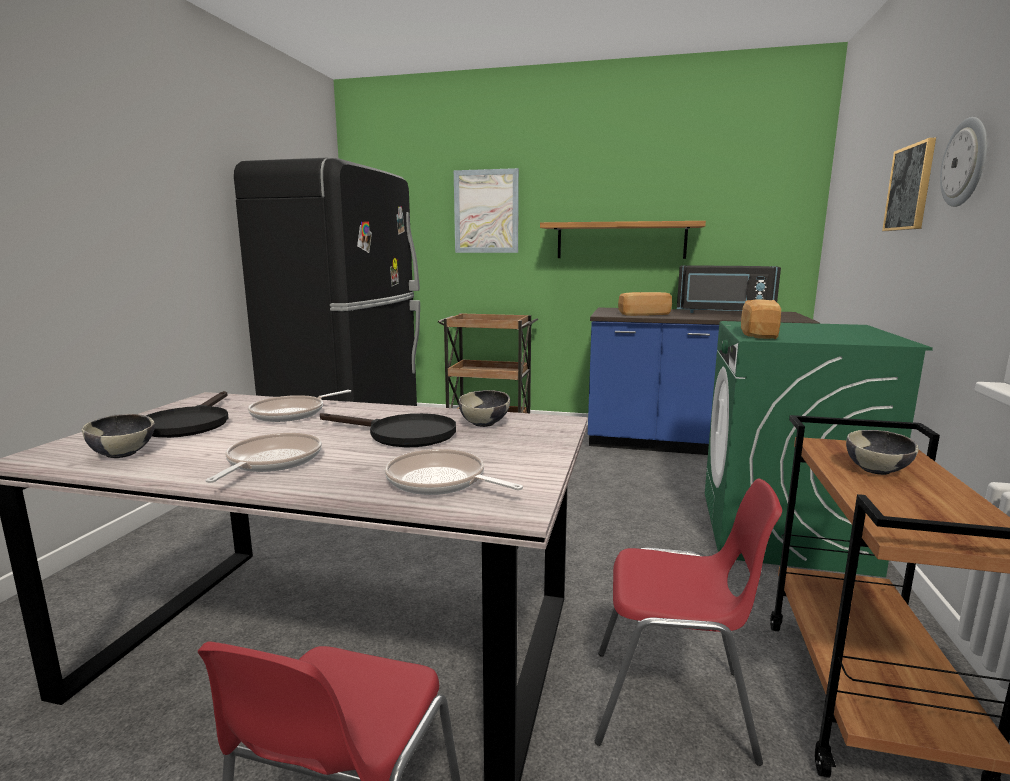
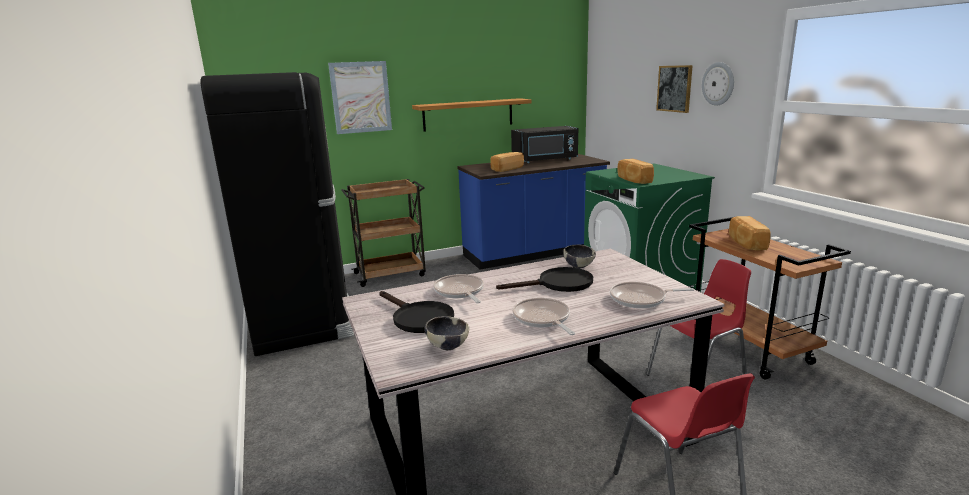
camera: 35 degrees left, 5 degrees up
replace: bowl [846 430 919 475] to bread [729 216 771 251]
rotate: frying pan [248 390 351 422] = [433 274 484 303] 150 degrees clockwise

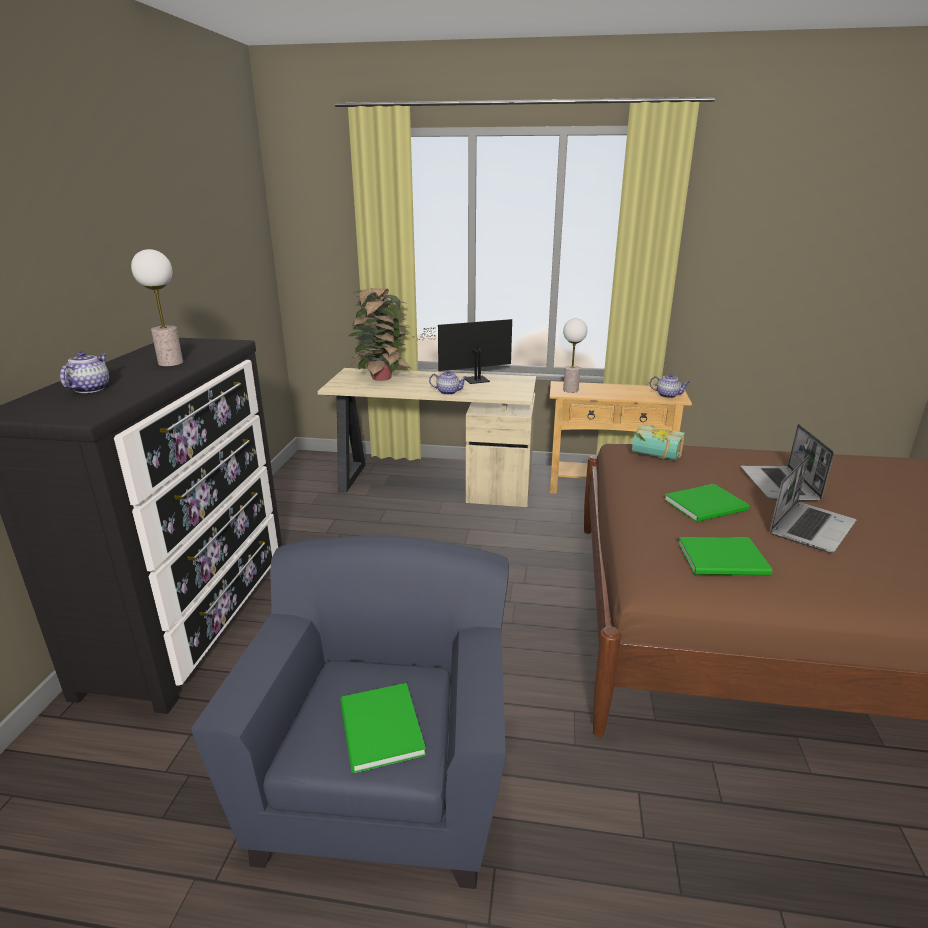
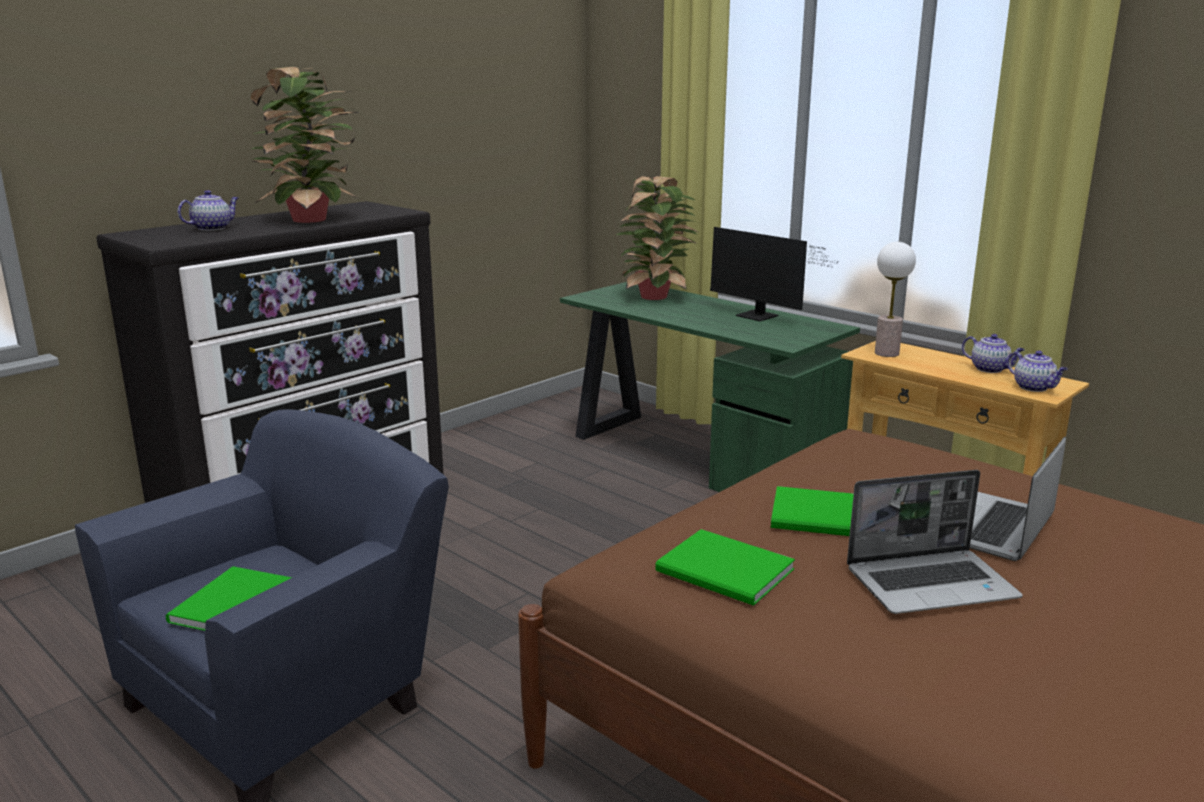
camera: 35 degrees right, 5 degrees down
delete: book [632 425 685 460]
move: teapot [429 370 467 395] to [962 334 1025 373]
replace: table lamp [131 249 183 367] to potted plant [250 67 360 223]
recolor: desk (beige) [318 368 536 507] to desk (green) [560 282 860 492]
rotate: monitor [413 319 512 384] = [710 227 839 321] 150 degrees counterclockwise

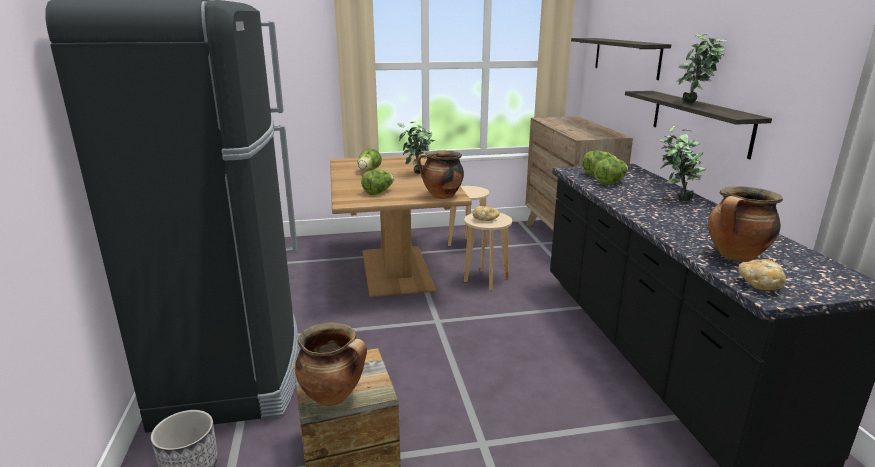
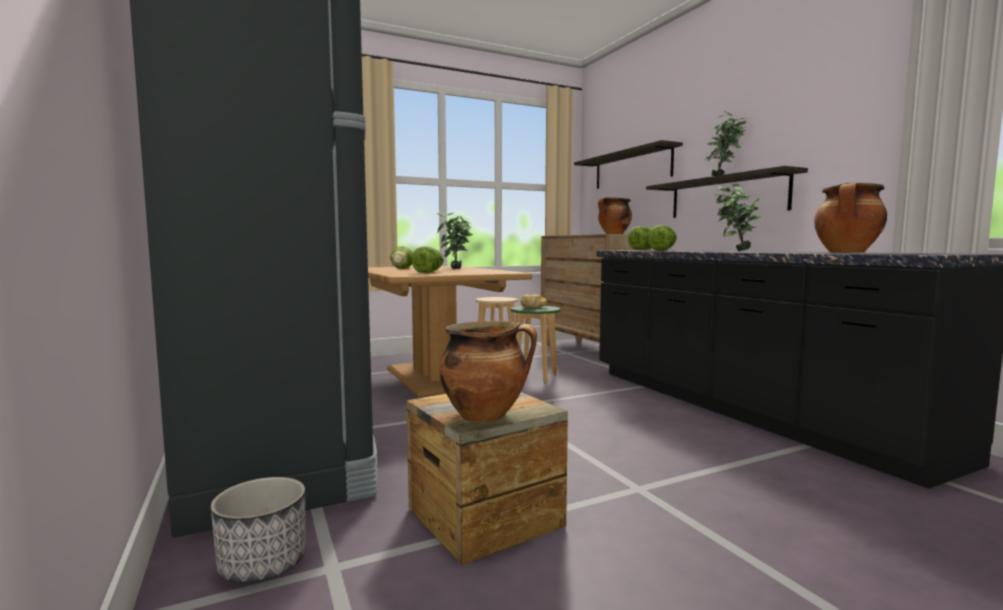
camera: 15 degrees left, 15 degrees down
delete: bread [738 259 786 291]
move: cooking pot [417 150 464 199] to [598 197 632 234]
recolor: stool (beige) [464 213 512 291] to stool (green) [511 306 560 383]

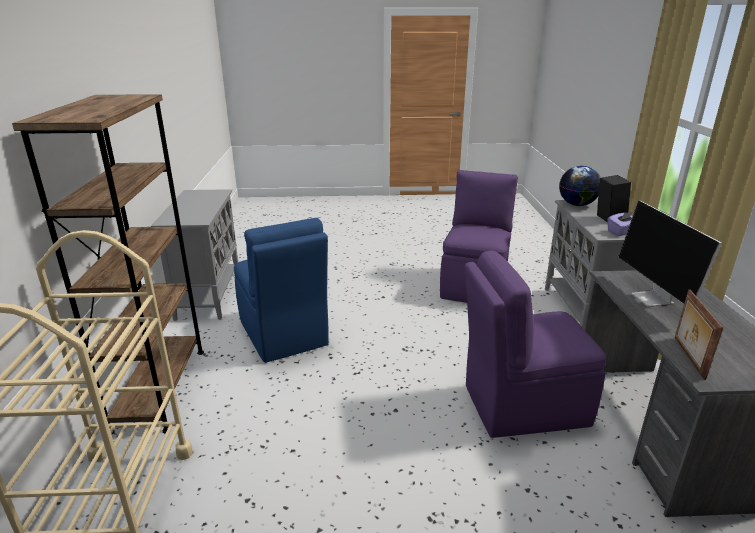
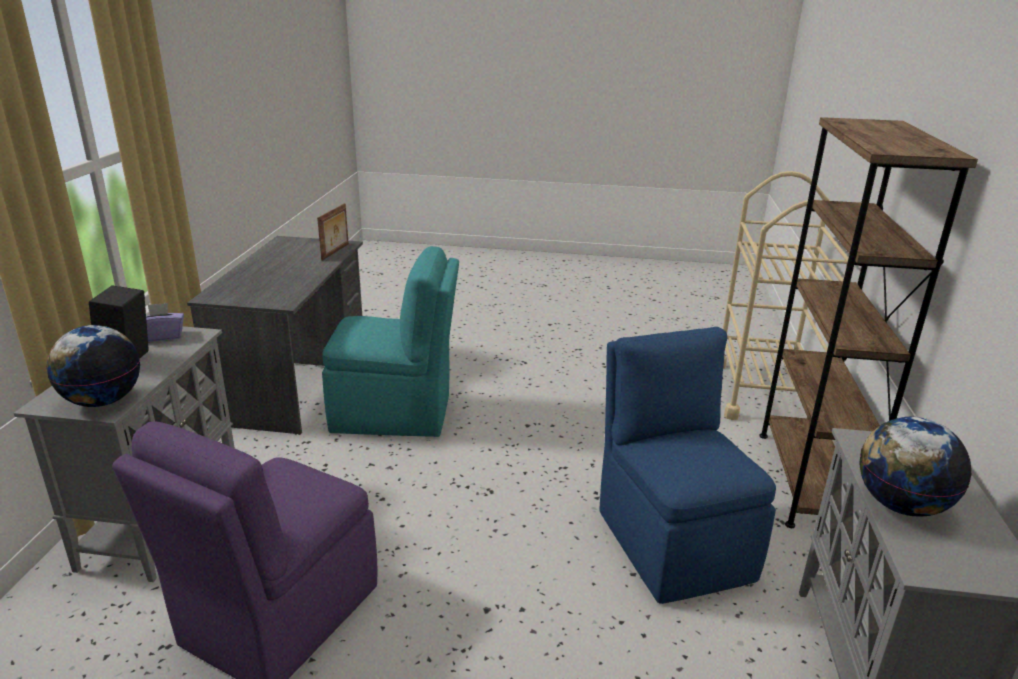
camera: 170 degrees left, 0 degrees up
delete: monitor [618 201 722 307]
insert: globe [859 417 971 516]
recolor: chair (purple) [465 250 606 438] to chair (turquoise) [322 246 459 437]

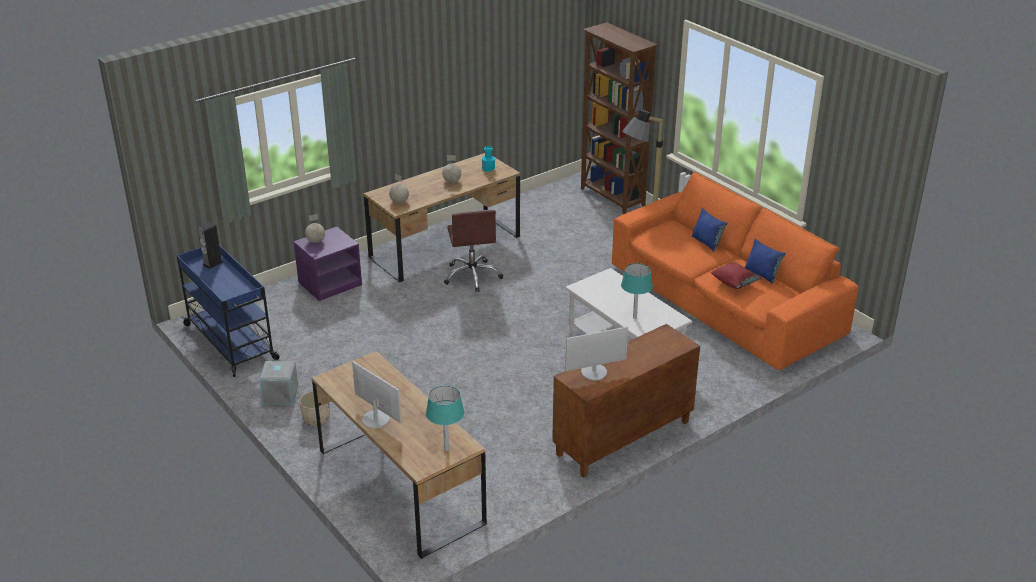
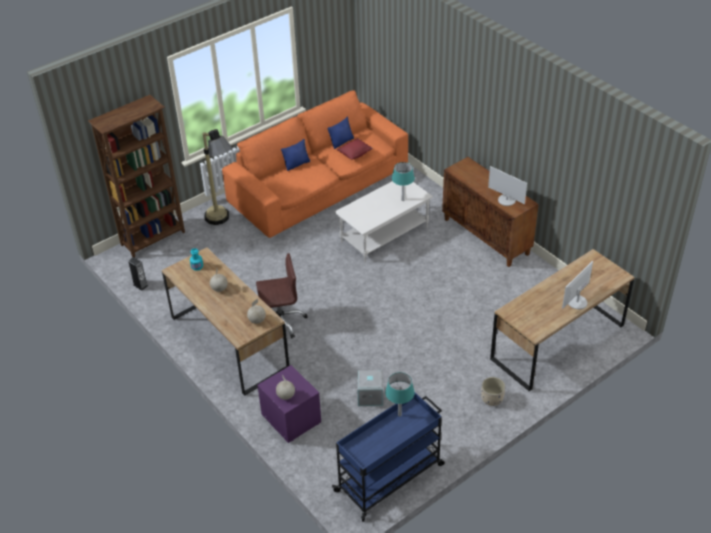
camera: 90 degrees left, 10 degrees up
move: speaker [198 222 223 269] to [128 257 148 291]; storage box (grey) [259 360 298 405] to [356 370 385 406]; table lamp (turquoise) [426 386 464 451] to [385 372 415 417]
rotate: monitor [565 327 628 381] = [488 166 527 206] 150 degrees clockwise

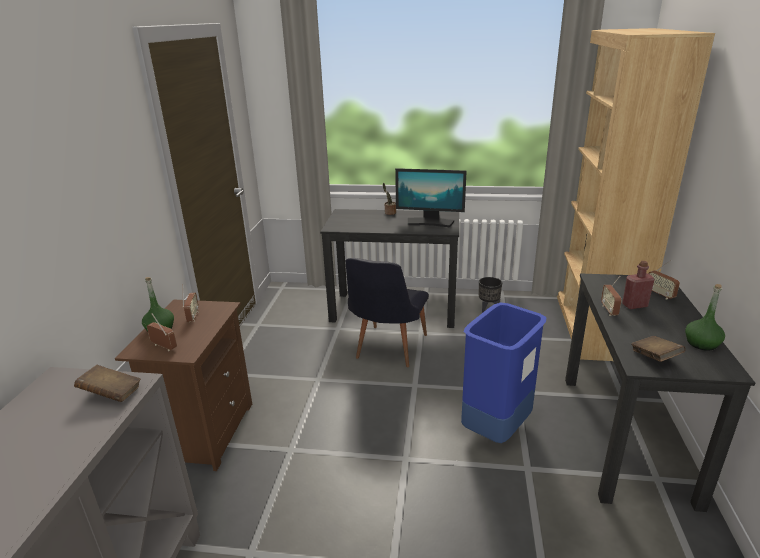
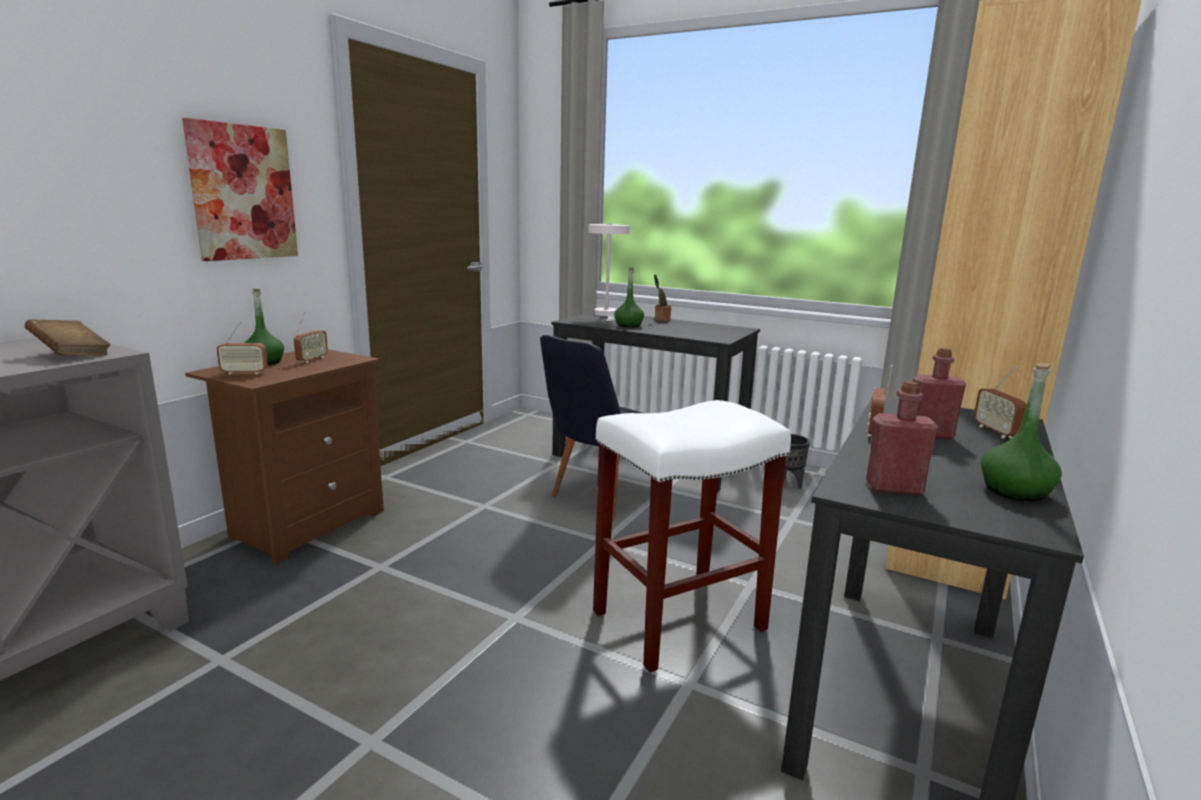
camera: 20 degrees right, 10 degrees down
delete: monitor [395 168 467 227]
insert: picture [182 118 298 261]; table lamp (white) [589 223 630 321]; bottle (green) [614 268 644 327]
replace: trash can (blue) [461 302 546 443] to stool (white) [593 400 791 673]; book (brown) [631 336 686 362] to bottle (red) [866 381 938 495]
rotate: radio [147 314 177 351] = [216 321 268 375] 120 degrees clockwise

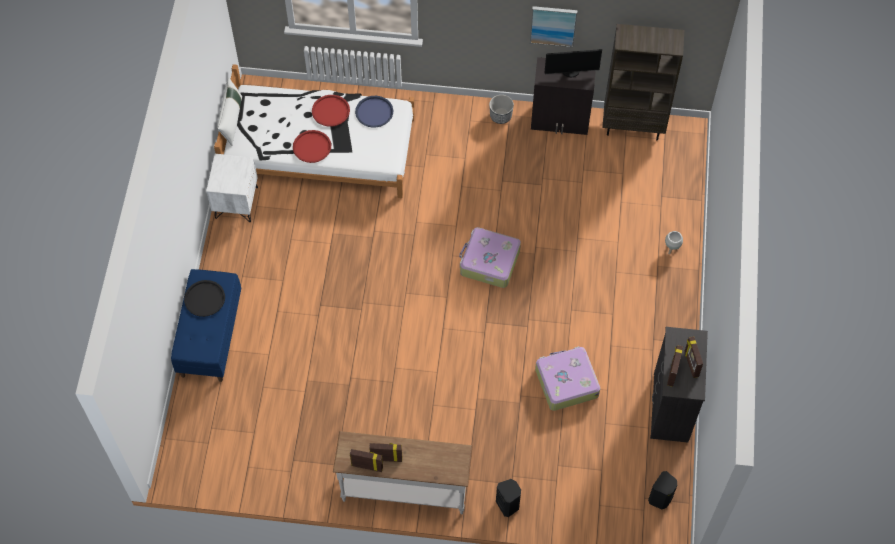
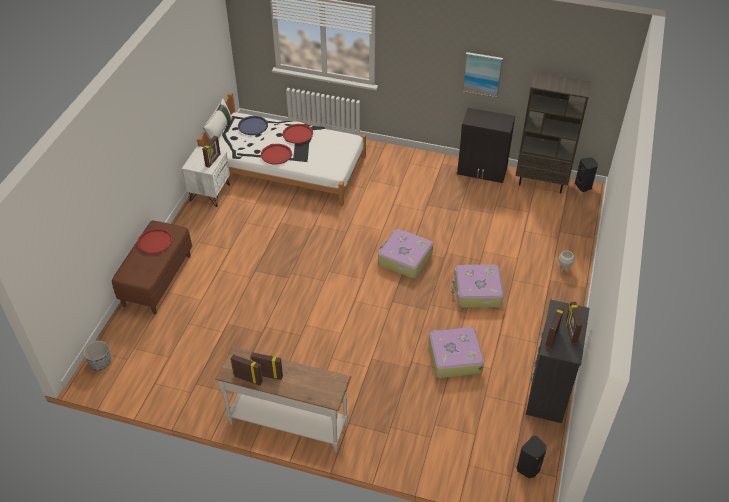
camera: 10 degrees right, 15 degrees down
delete: monitor [544 49 602 77]
insert: picture frame [202 136 221 168]; suitcase [452 265 504 307]
move: planter [489 95 514 124] to [83 341 111 370]; tray (blue) [355 96 393 128] to [238 116 268 135]; speaker (black) [496 479 521 517] to [575 157 598 192]
recolor: bench (blue) [171 269 241 382] to bench (brown) [112 220 192 314]; tray (black) [184 280 225 317] to tray (red) [137 228 173 254]

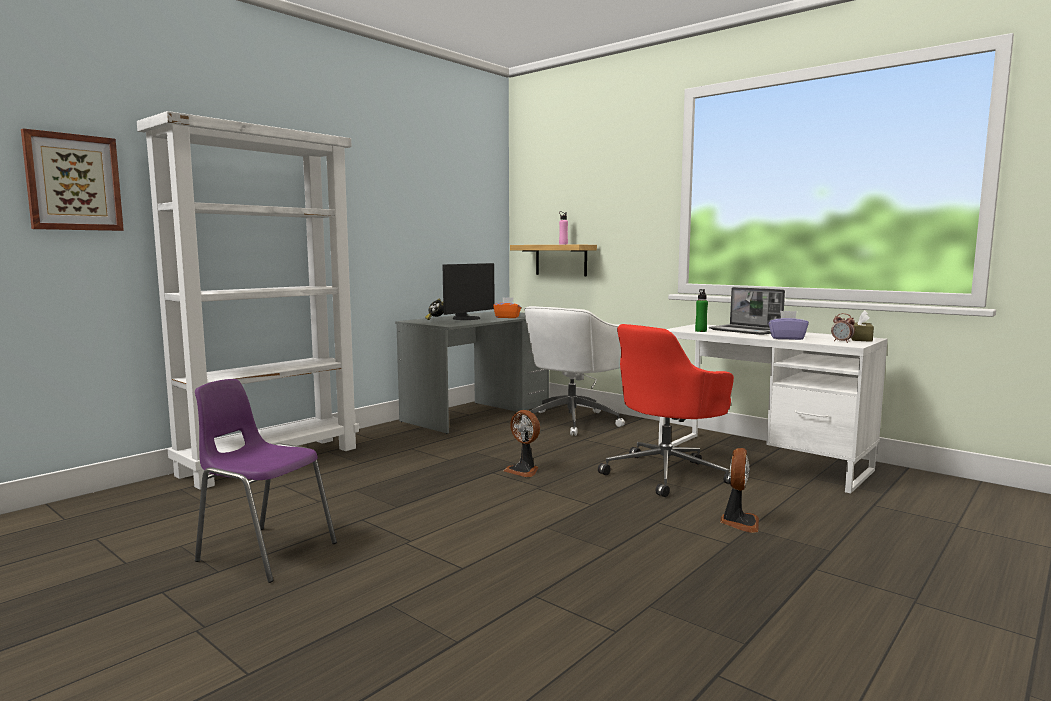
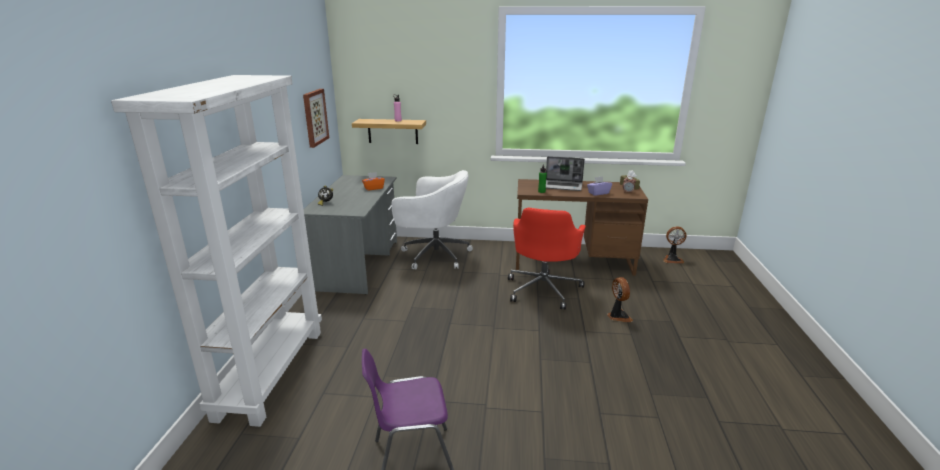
camera: 35 degrees left, 15 degrees up
delete: monitor [443 263 495 320]
move: picture [21 128 124 231] to [303 89 329 148]; fan [504 410 540 477] to [663 226 687 263]
recolor: desk (white) [658 324 888 493] to desk (brown) [516 179 648 276]
rotate: office chair (white) [524 306 625 436] = [391 170 473 270] 75 degrees counterclockwise

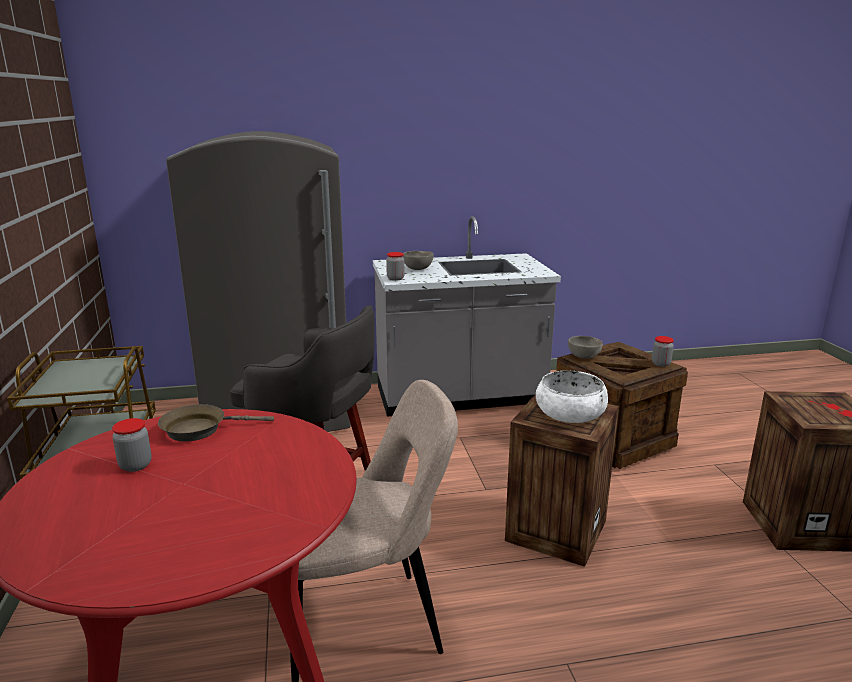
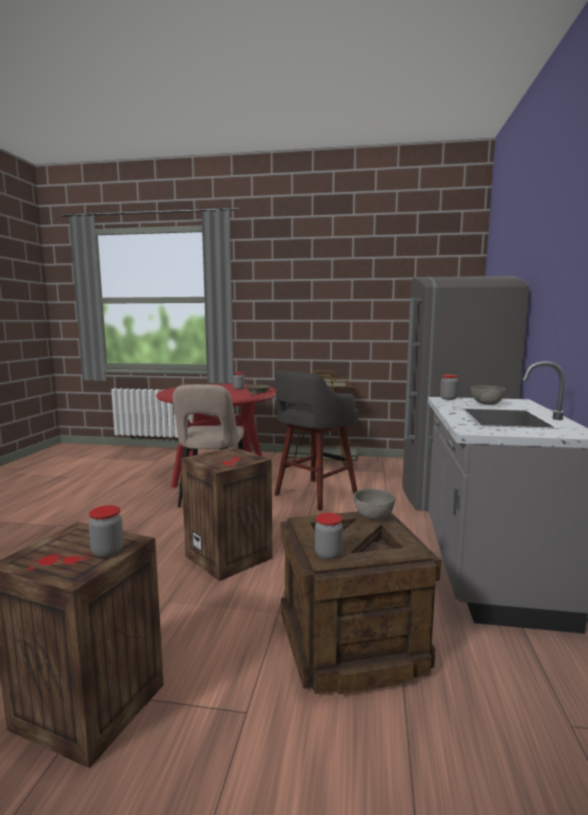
camera: 110 degrees right, 10 degrees down
delete: bowl (white) [536 370 608 423]
insert: jar [88 505 124 558]

